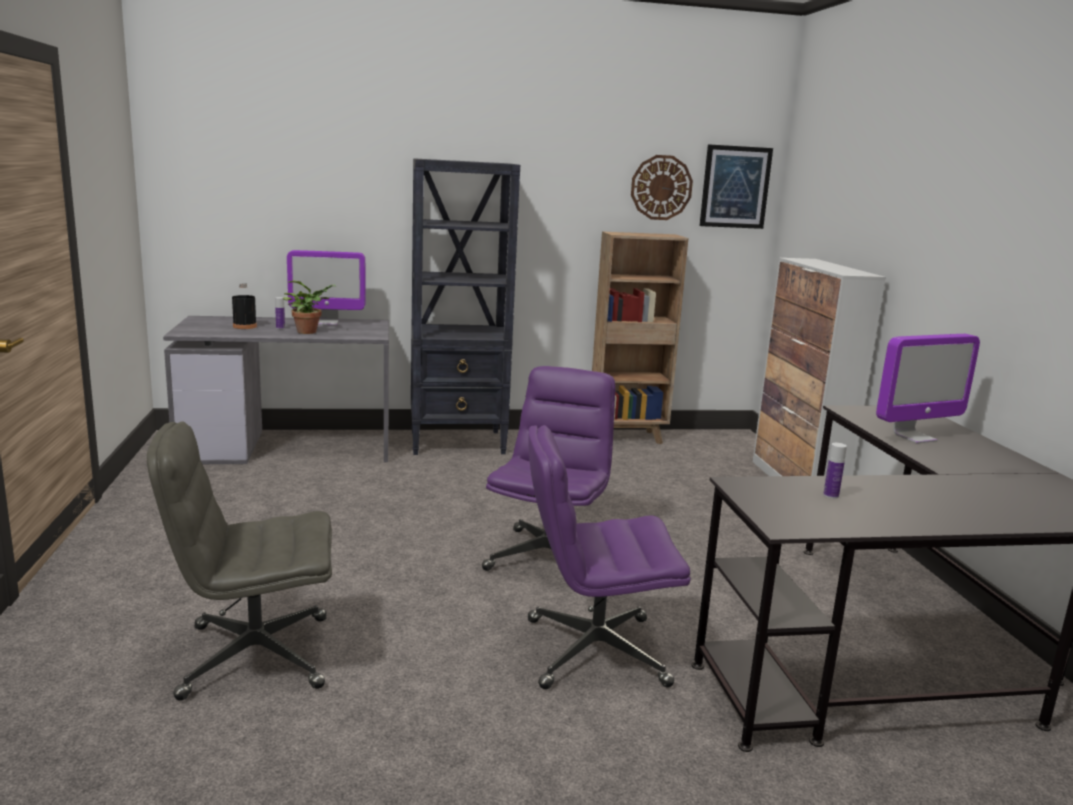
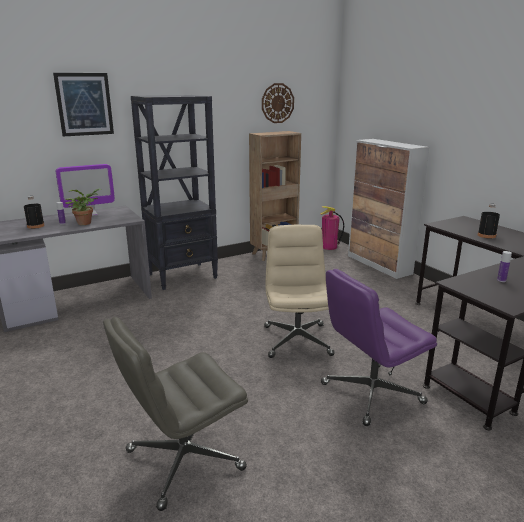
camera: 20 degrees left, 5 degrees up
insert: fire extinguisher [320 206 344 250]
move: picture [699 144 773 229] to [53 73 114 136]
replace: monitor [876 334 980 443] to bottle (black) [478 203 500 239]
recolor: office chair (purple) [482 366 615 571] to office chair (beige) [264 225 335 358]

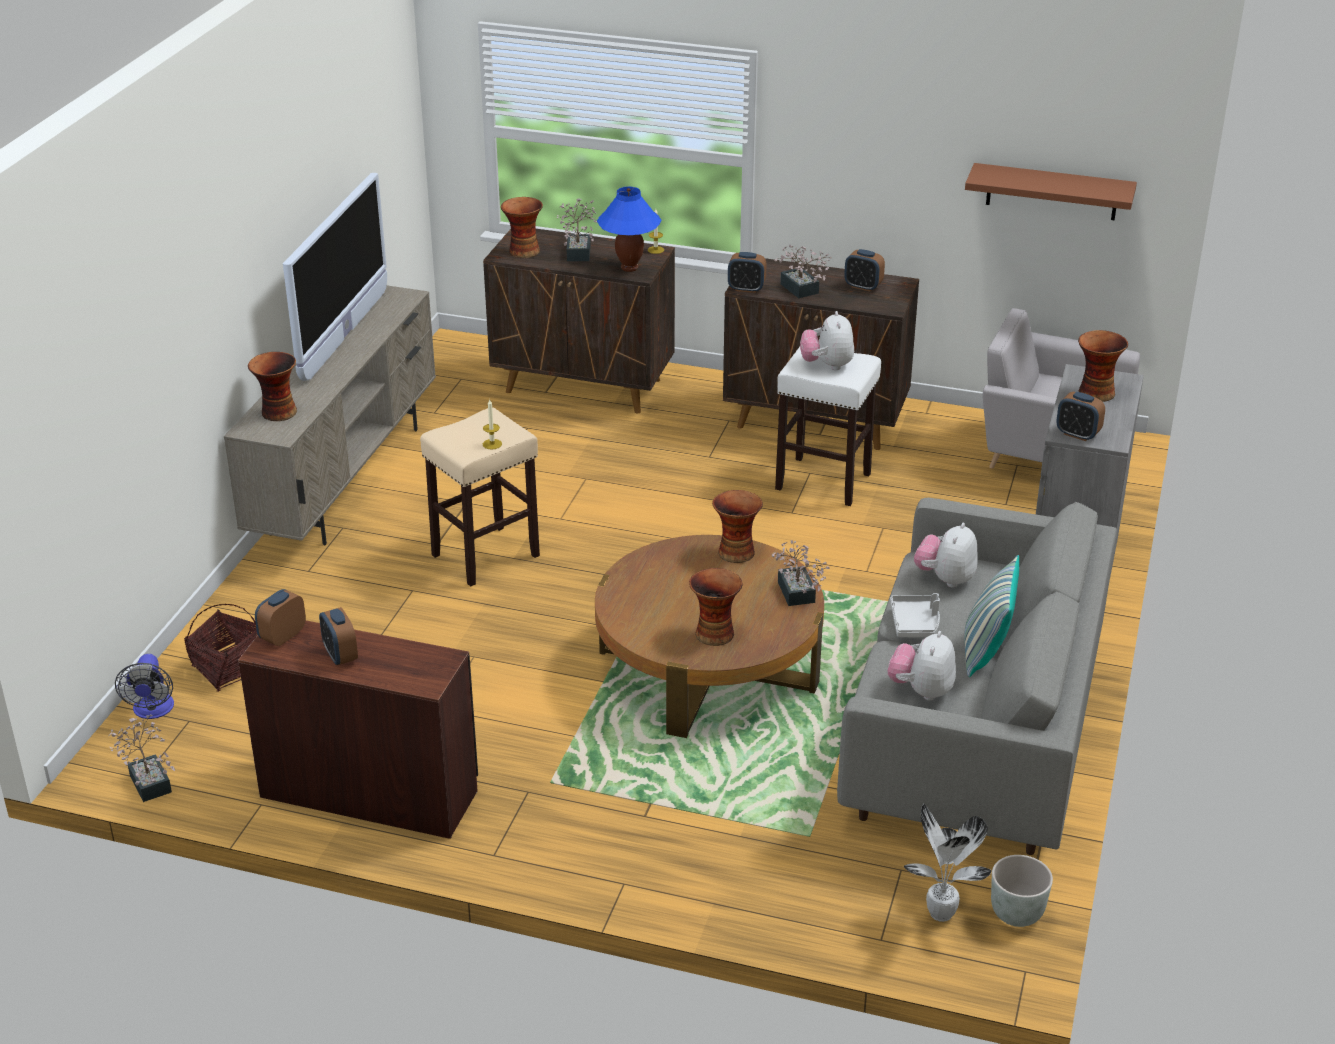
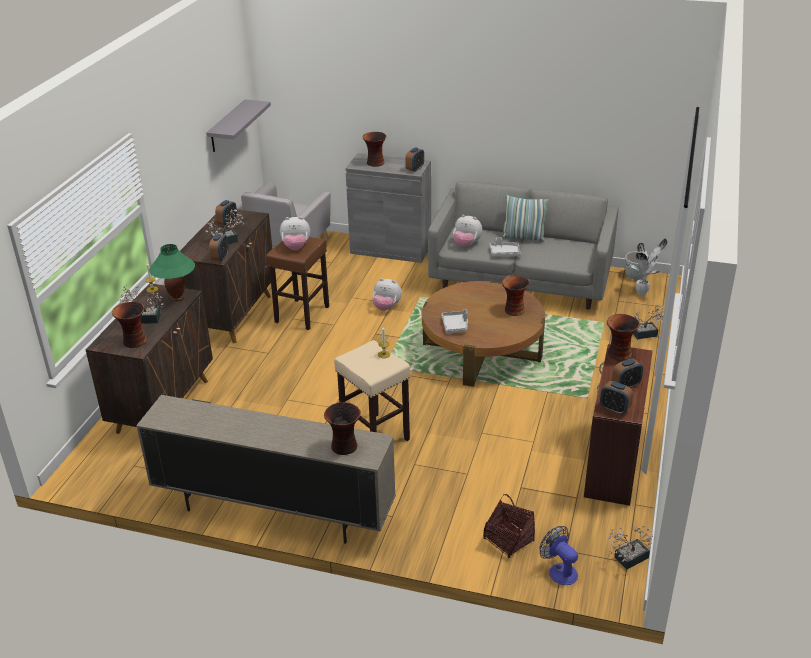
camera: 90 degrees left, 0 degrees up
delete: television [283 173 387 381]
insert: tray (grey) [441 309 468 333]
move: plush toy [888 631 956 701] to [372 278 402 311]; vase [712 490 763 563] to [607 314 639 361]; potted plant [772 540 830 606] to [633 304 664 339]
recolor: table lamp (blue) [597 187 661 272] to table lamp (green) [149 244 195 301]; shelf (brown) [965 163 1137 220] to shelf (grey) [206 100 271 152]; stool (white) [775 347 881 506] to stool (brown) [266 237 329 330]
rotate: fan [115 654 174 719] = [539 526 578 585] 120 degrees counterclockwise

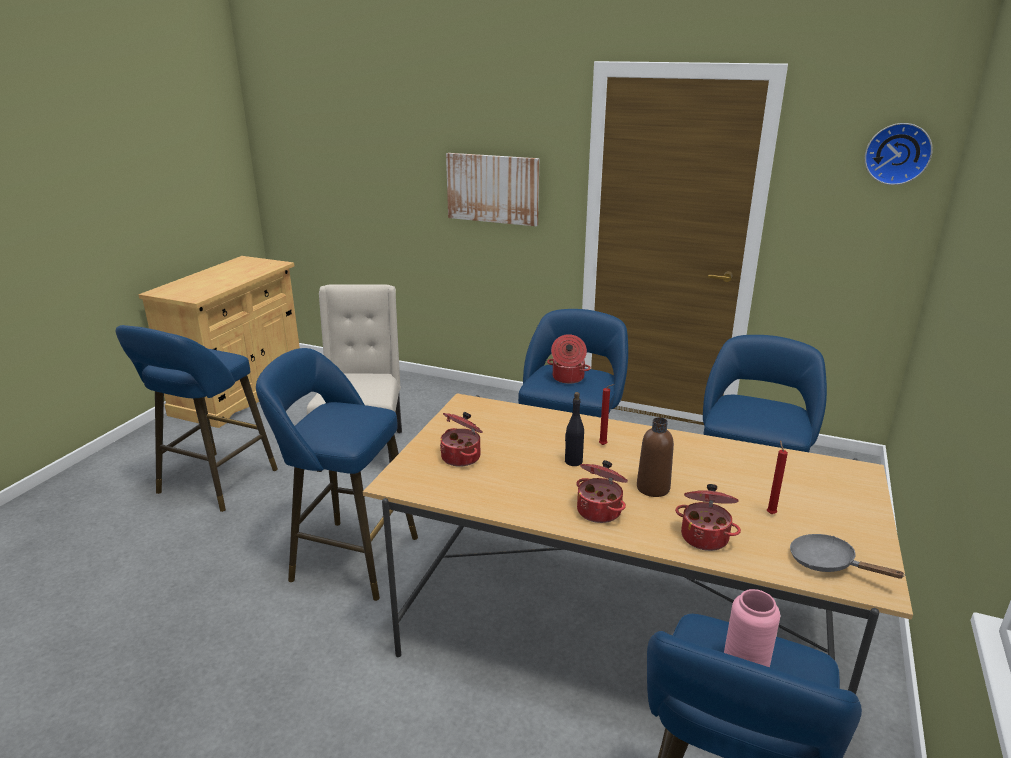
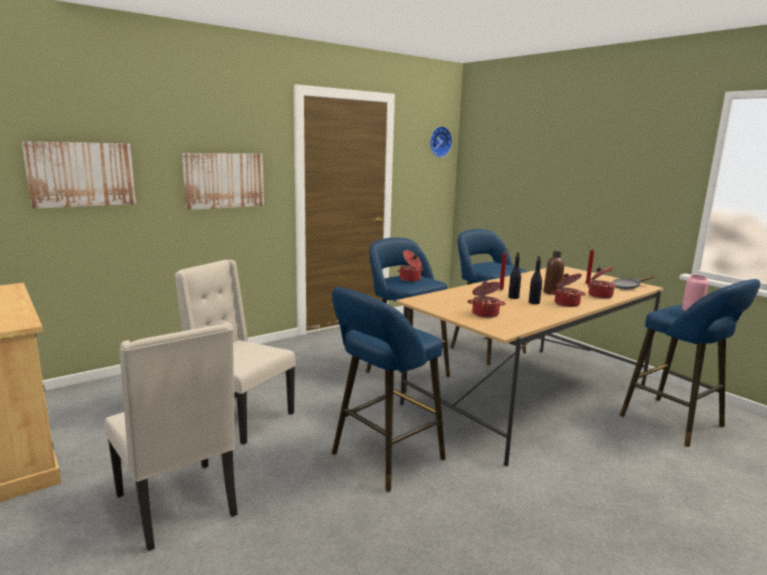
camera: 60 degrees left, 10 degrees down
insert: picture [22 141 136 209]; bottle (black) [529 256 542 304]
replace: stool (blue) [116 325 278 512] to chair (beige) [105 322 237 551]

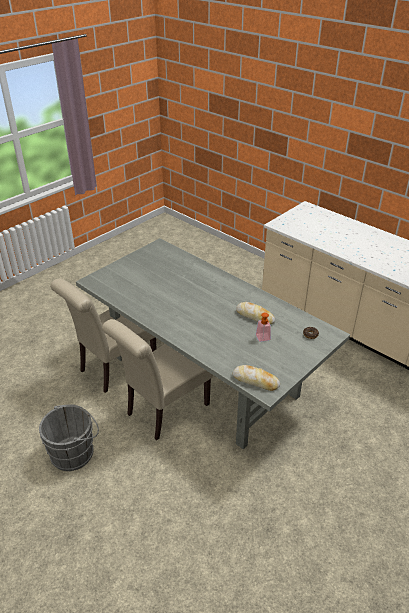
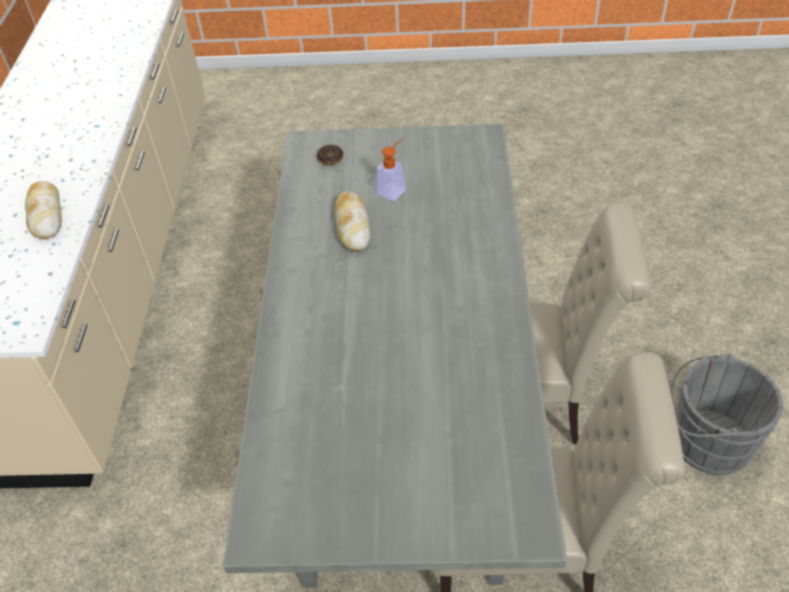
camera: 130 degrees left, 10 degrees up
move: bread [233 365 280 391] to [25 181 62 239]

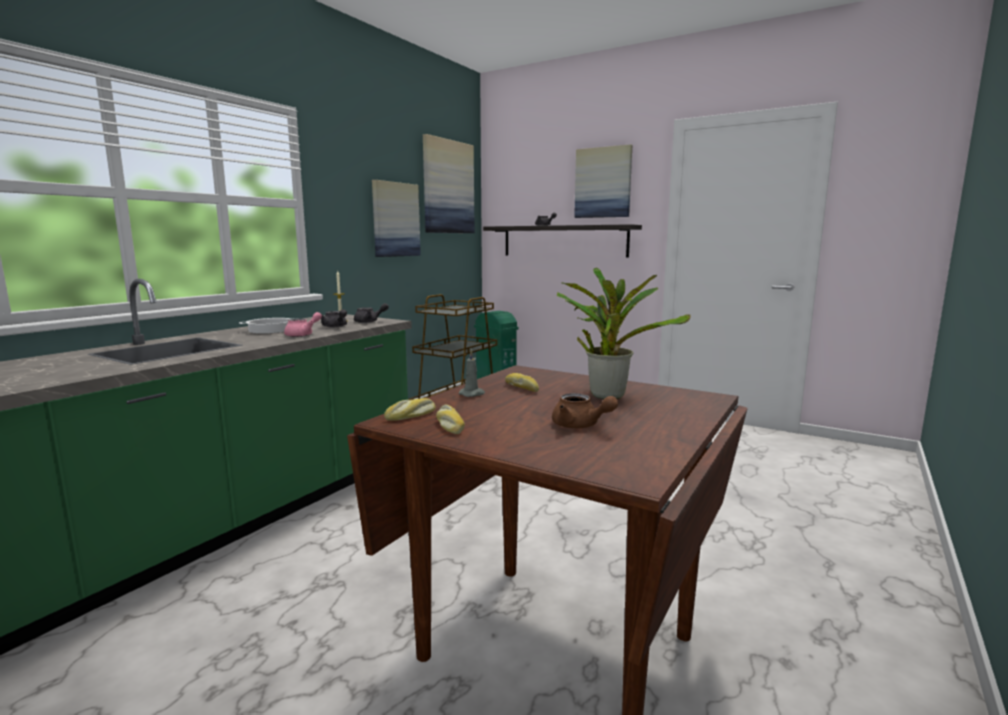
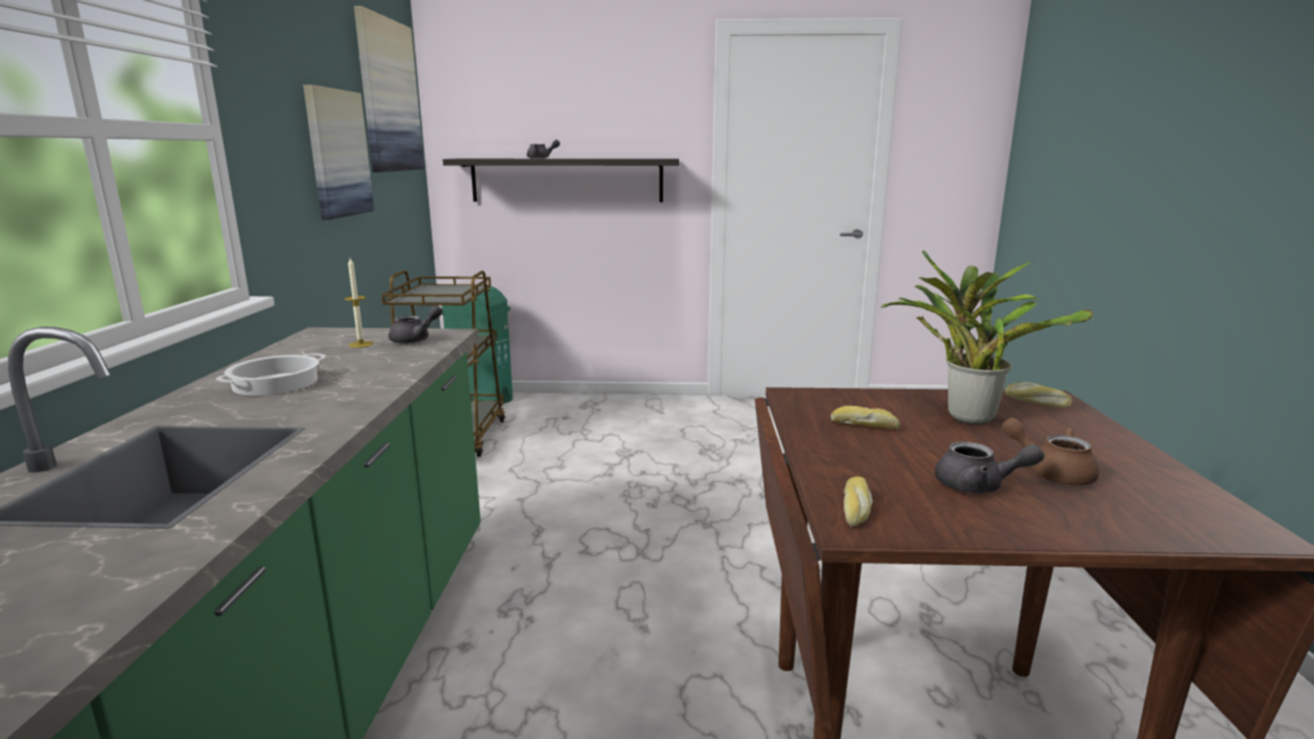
camera: 30 degrees left, 5 degrees up
delete: teapot (pink) [284 312 322 337]; candle (grey) [459 350 485 397]; picture [574 144 632 218]
move: teapot (grey) [320 309 347 327] to [935 441 1045 493]; bread [436 405 465 434] to [1004 382 1072 408]
rotate: teapot (brown) [552 393 618 428] = [1002 418 1099 485] 150 degrees counterclockwise

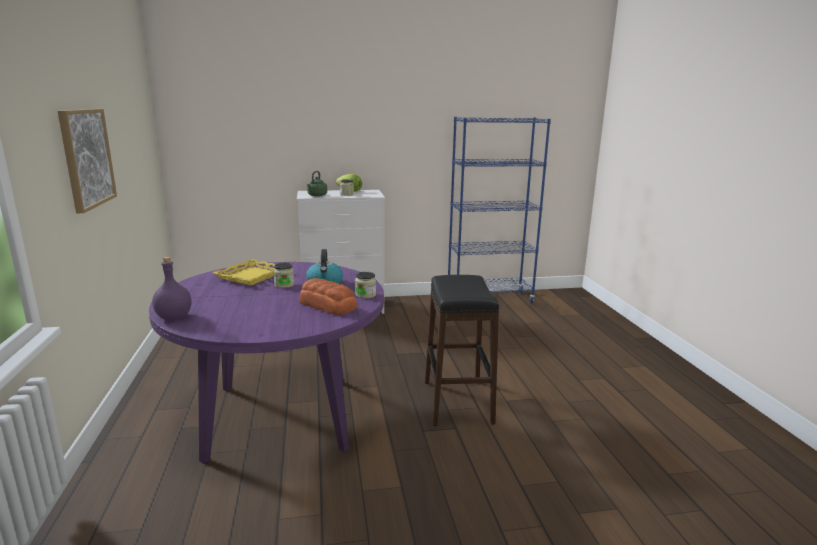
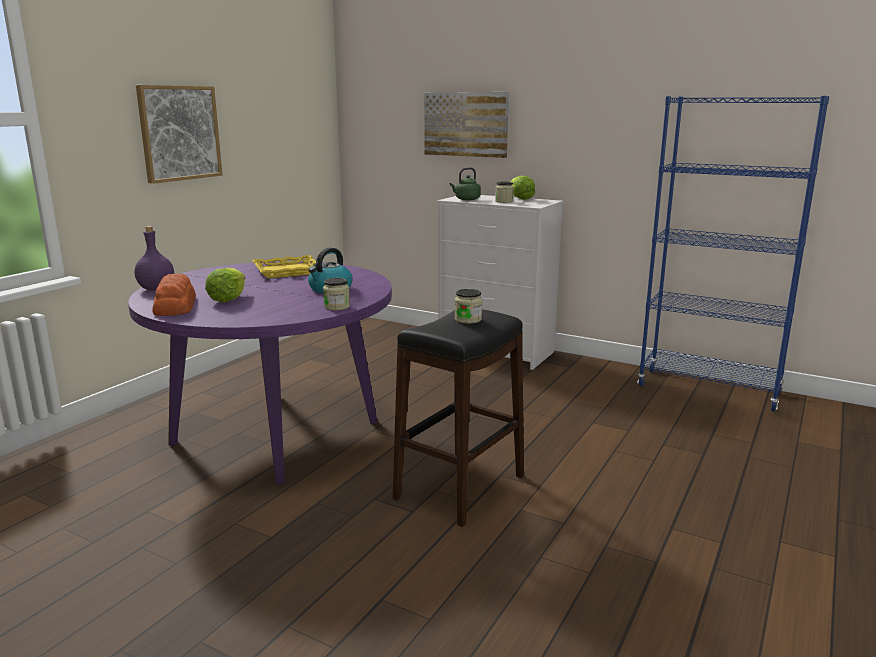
camera: 40 degrees right, 0 degrees up
insert: lettuce [205 268 245 302]; picture [424 92 509 158]
move: bread [299 278 357 315] to [152 273 196 316]; jar [273 263 295 288] to [455 289 482 324]

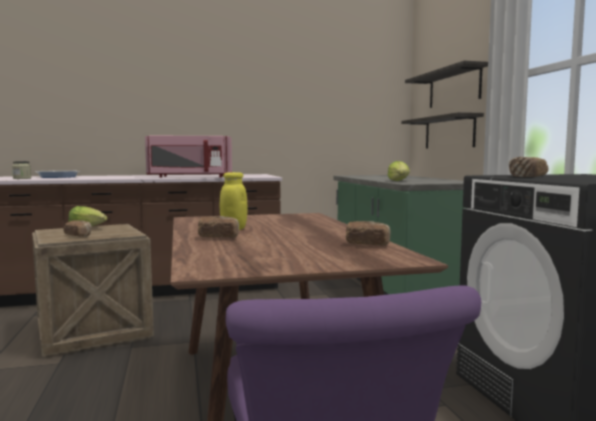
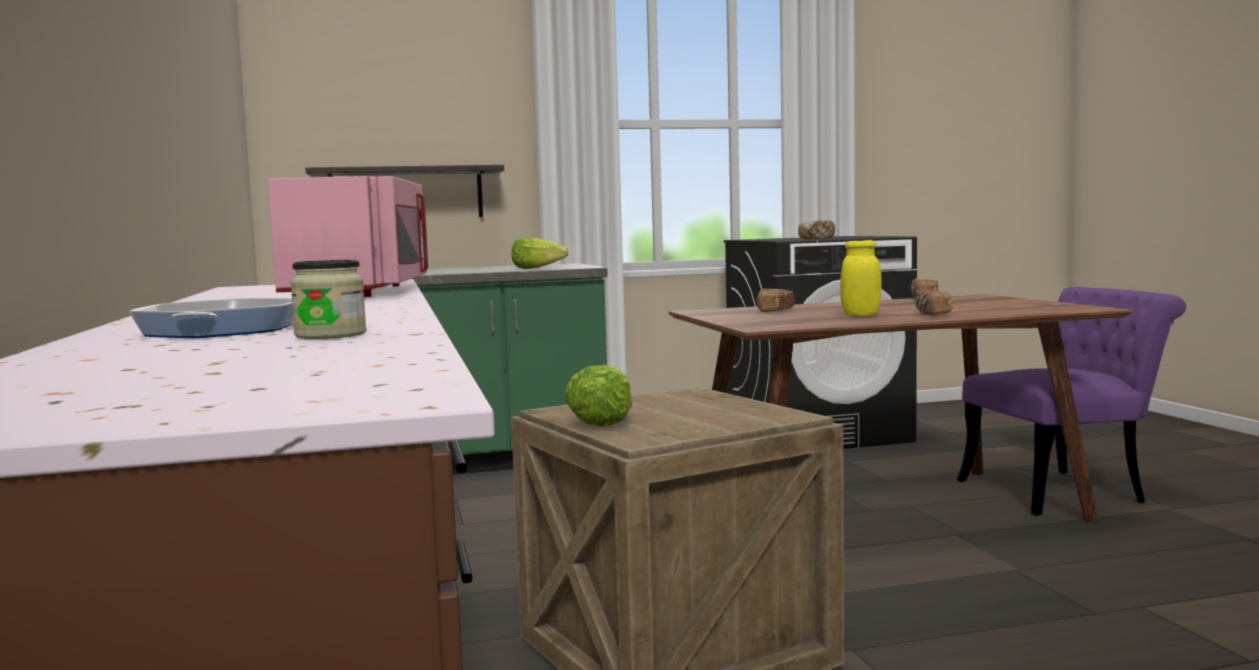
camera: 90 degrees left, 0 degrees up
delete: shelf [405 60 488 108]
move: bread [63 220 92 237] to [756 288 795 312]

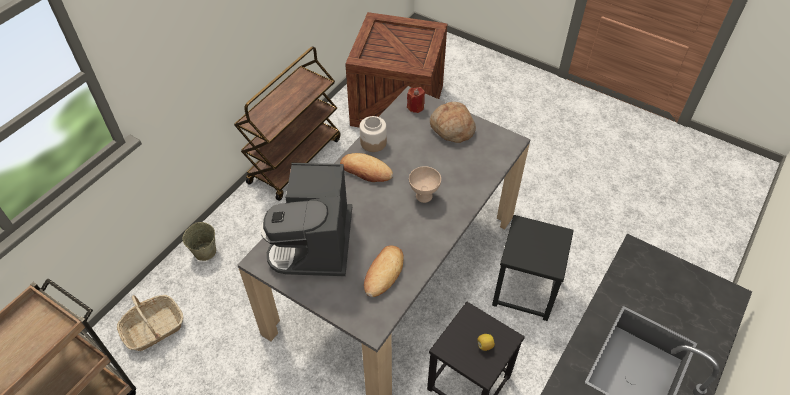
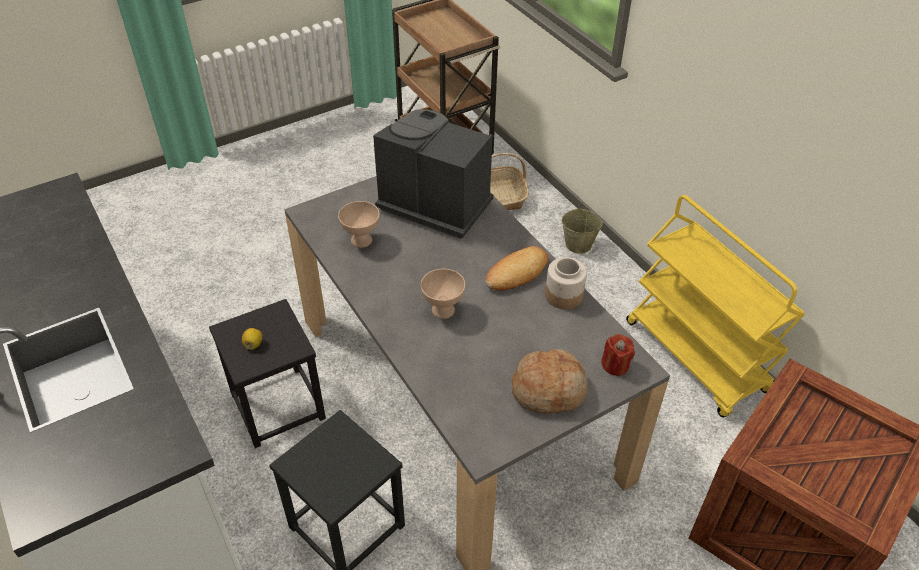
camera: 115 degrees right, 5 degrees down
replace: bread [364 245 404 297] to bowl (beige) [338 201 380 248]
recolor: cart (brown) [234 46 341 201] to cart (yellow) [626 195 805 418]

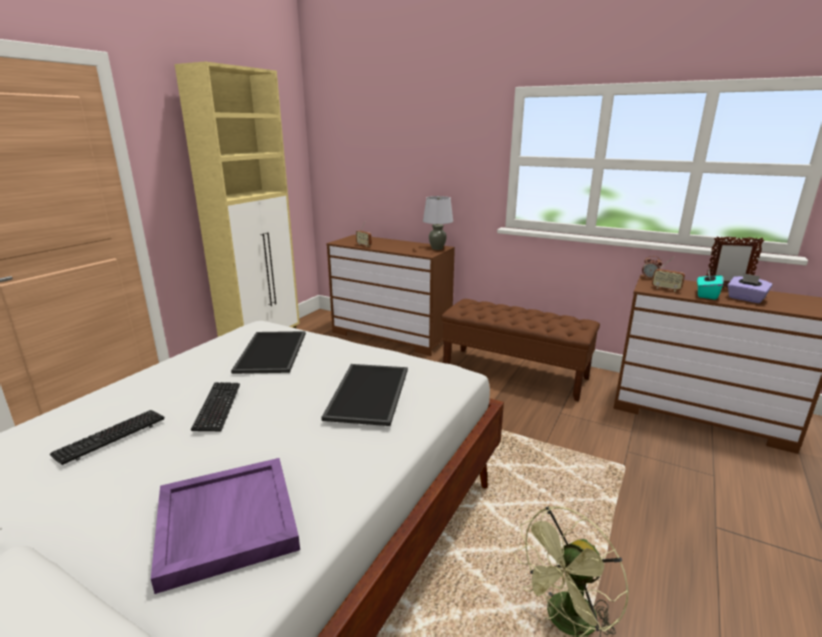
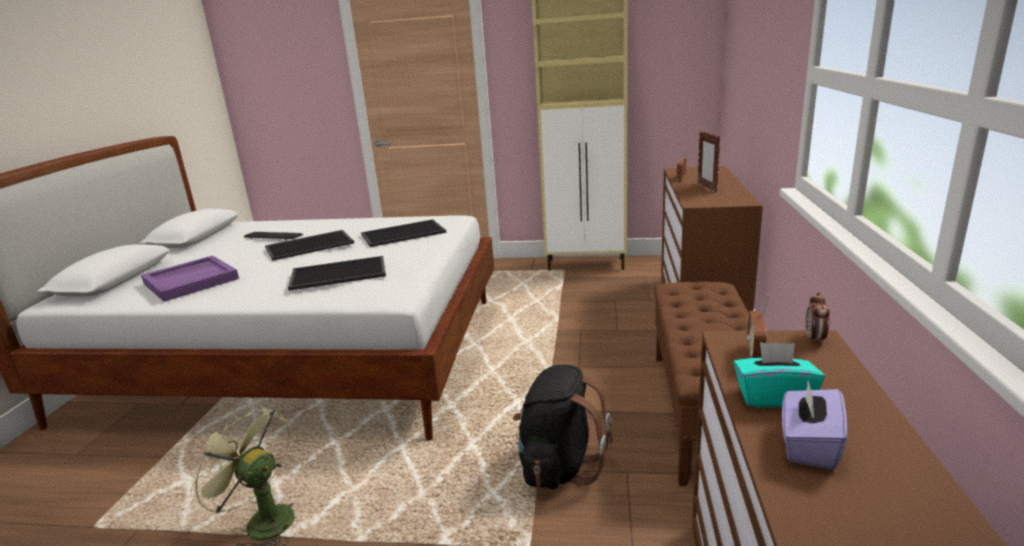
camera: 70 degrees right, 0 degrees up
delete: table lamp (grey) [423 196 453 250]
insert: backpack (black) [513 365 613 489]
move: picture frame [706 236 764 288] to [698 131 720 192]
replace: keyboard [191 382 240 431] to tray [265 230 354 261]

